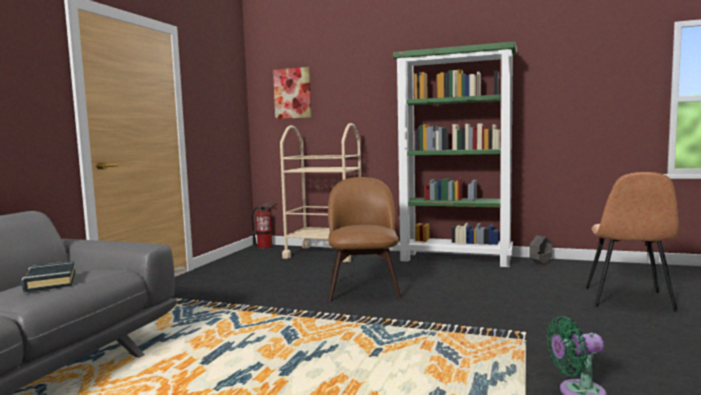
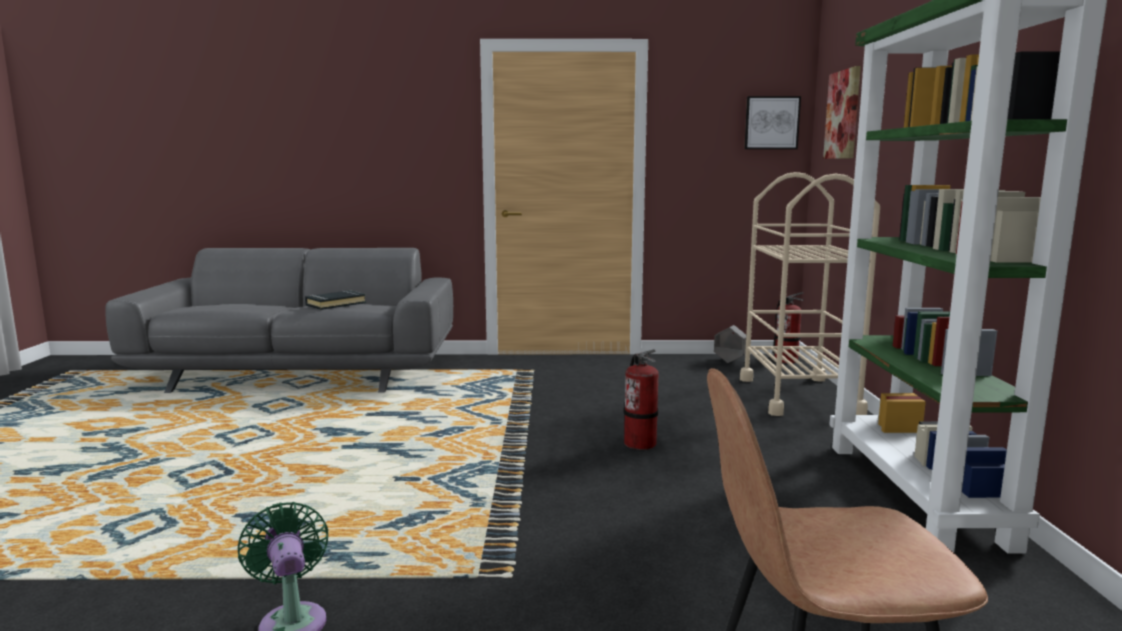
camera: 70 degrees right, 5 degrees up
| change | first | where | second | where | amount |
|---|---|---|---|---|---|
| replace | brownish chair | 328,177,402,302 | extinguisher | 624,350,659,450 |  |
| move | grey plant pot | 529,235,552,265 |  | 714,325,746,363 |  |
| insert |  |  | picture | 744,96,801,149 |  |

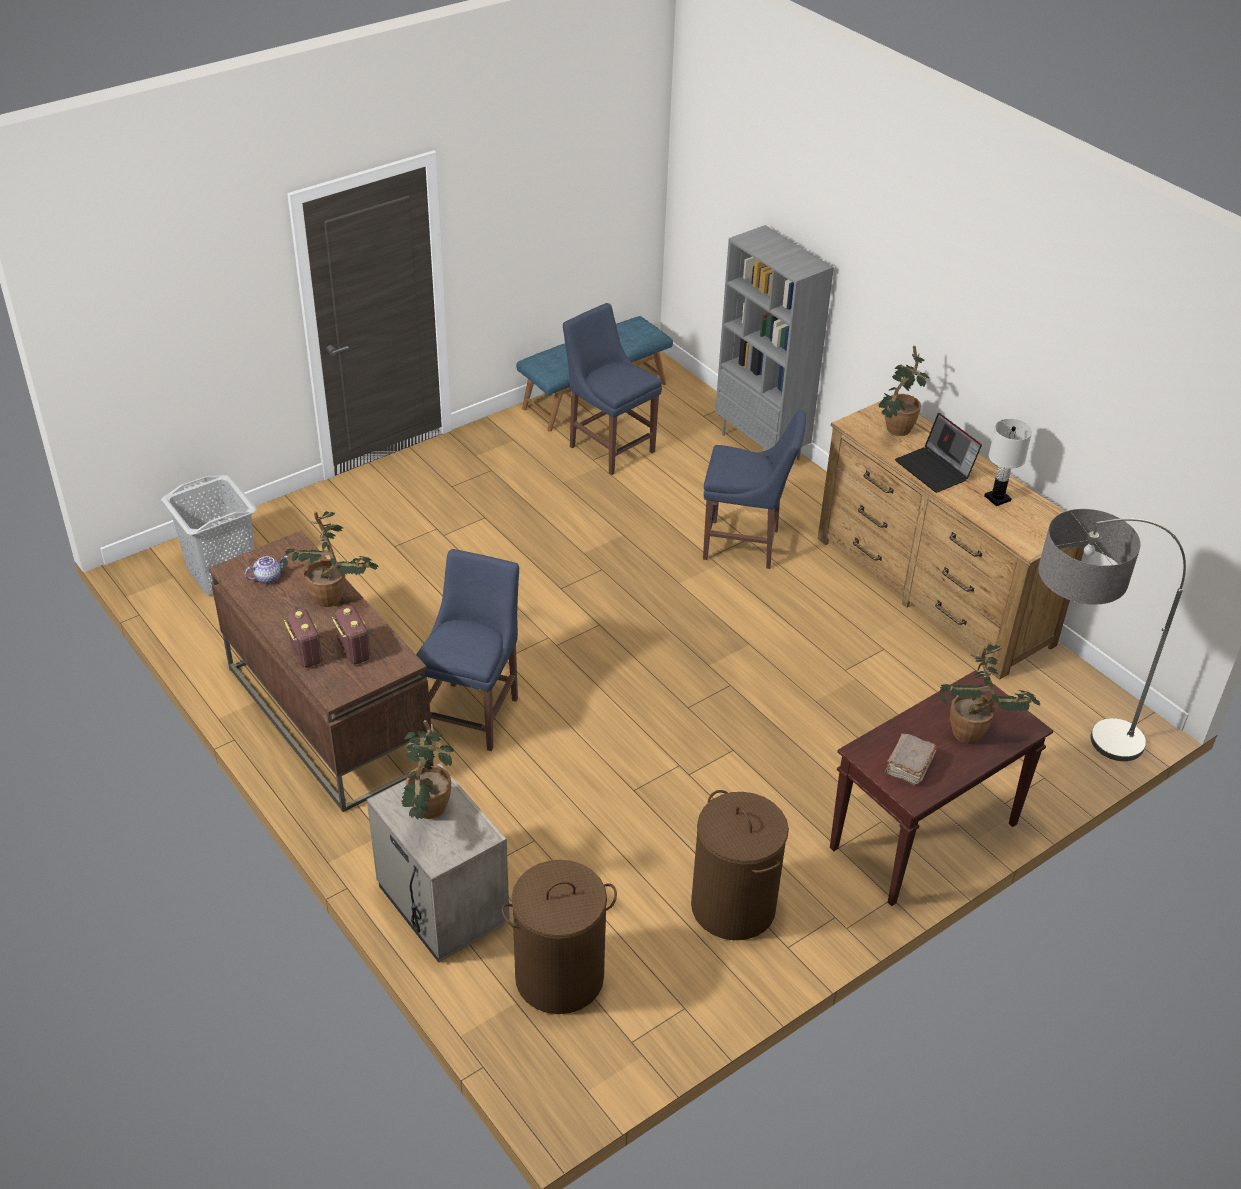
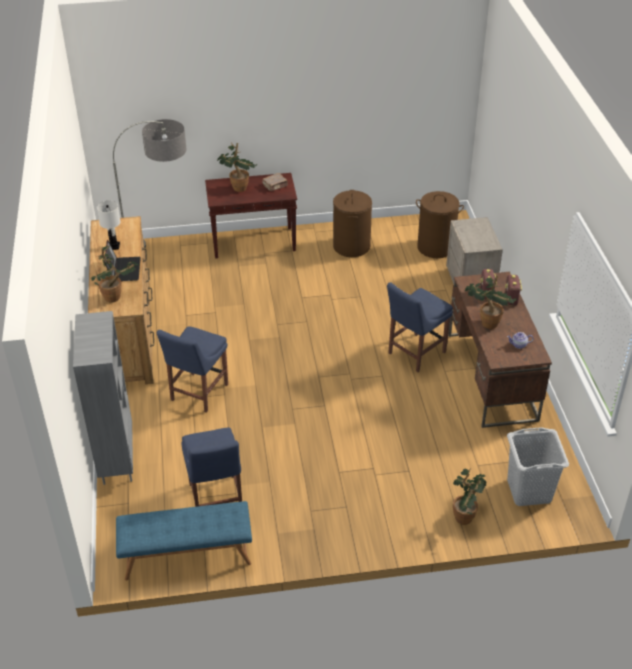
camera: 150 degrees left, 0 degrees up
| change | first | where | second | where | amount |
|---|---|---|---|---|---|
| rotate | bluish chair | 703,410,806,569 |  | 157,326,228,413 | 105 degrees counterclockwise |
| move | houseplant | 401,720,454,819 |  | 453,468,487,525 |  |

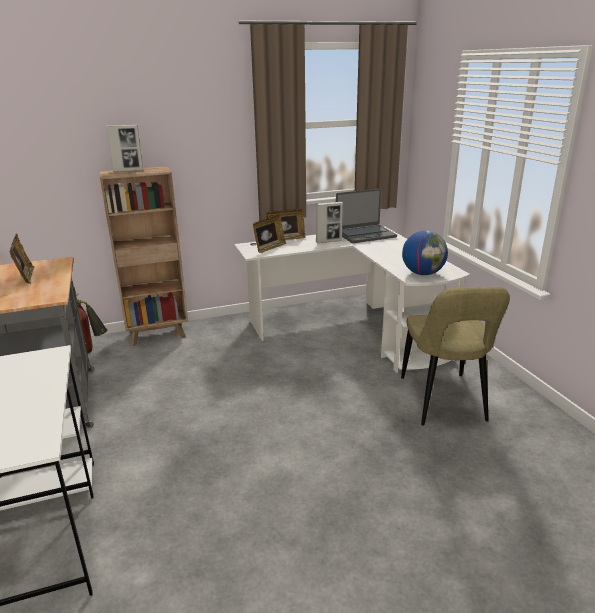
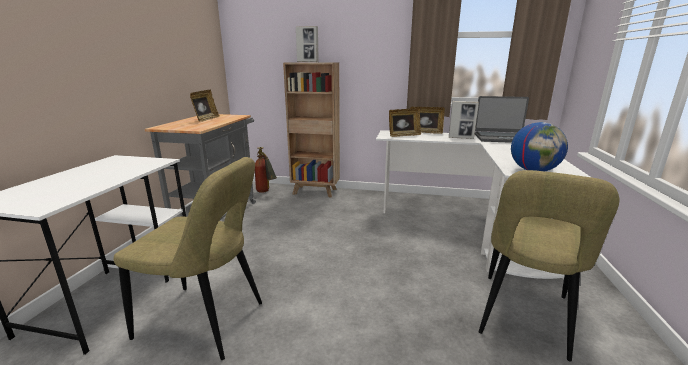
camera: 30 degrees right, 5 degrees down
| change | first | where | second | where | amount |
|---|---|---|---|---|---|
| insert |  |  | beige-coloured chair | 114,157,262,360 |  |

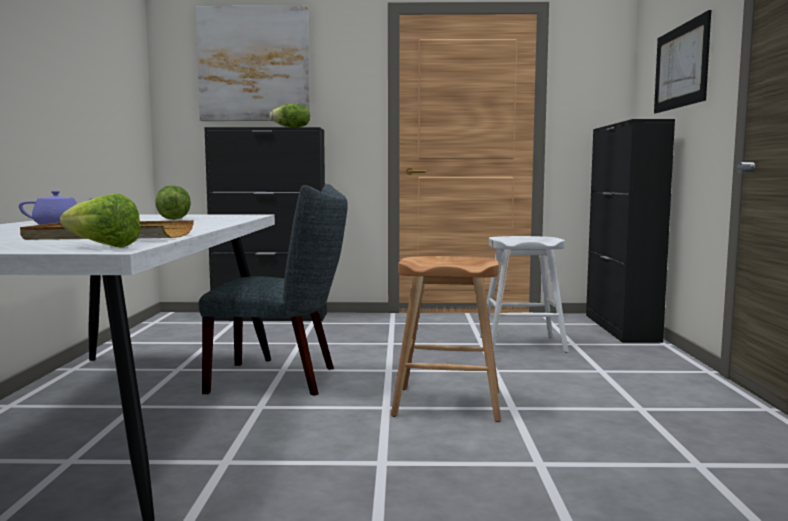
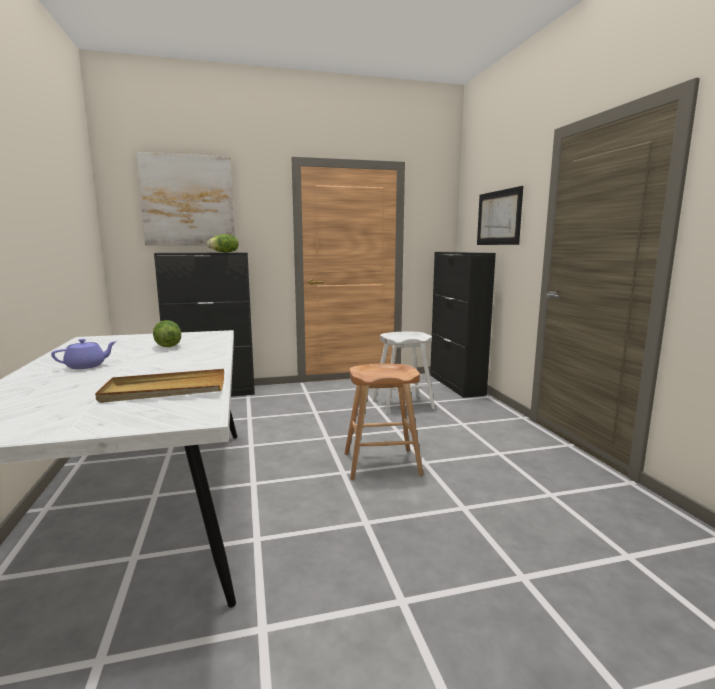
camera: 15 degrees left, 5 degrees up
| change | first | where | second | where | amount |
|---|---|---|---|---|---|
| delete | grey chair | 199,184,348,396 |  |  |  |
| delete | lettuce head | 60,194,141,248 |  |  |  |

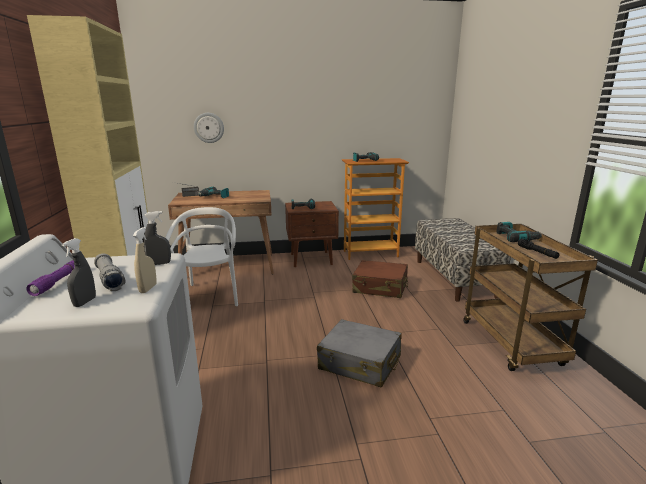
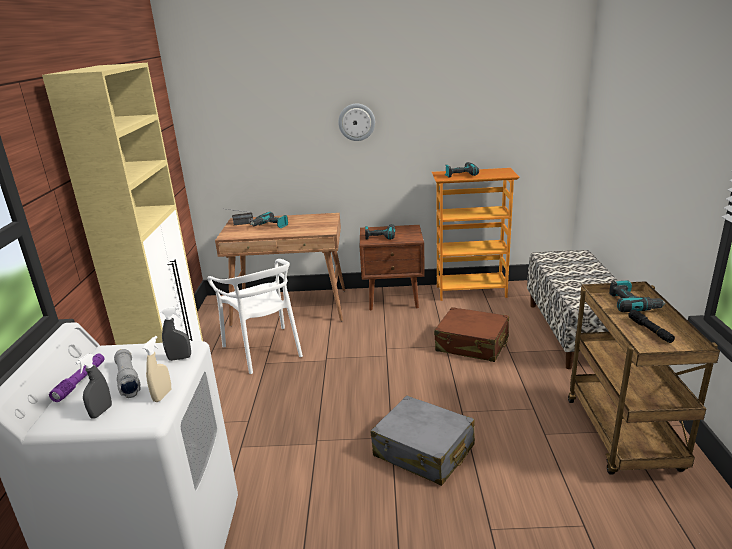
camera: 10 degrees right, 5 degrees up
| change | first | where | second | where | amount |
|---|---|---|---|---|---|
| move | hanging clock | 194,113,224,143 |  | 338,104,375,141 |  |
| rotate | white chair | 165,207,238,306 |  | 207,259,303,374 | 150 degrees clockwise |

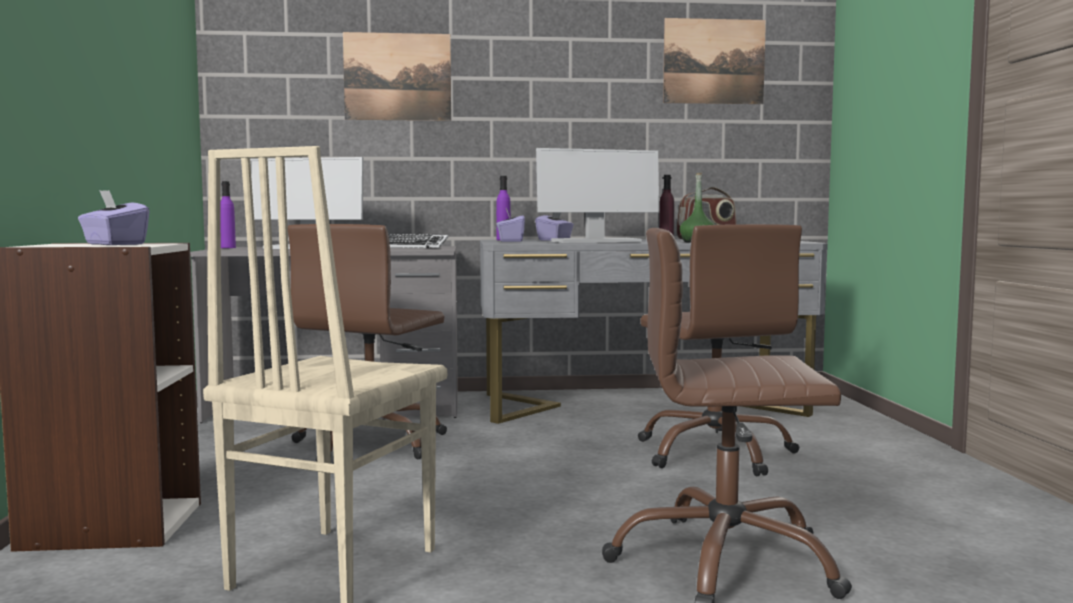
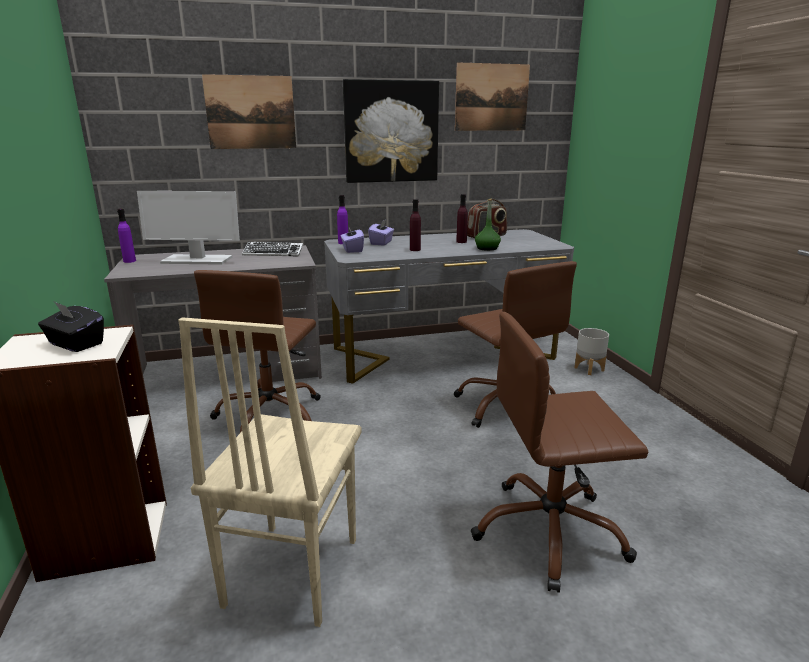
camera: 10 degrees left, 15 degrees up
| change | first | where | second | where | amount |
|---|---|---|---|---|---|
| replace | computer display | 536,148,659,243 | purple-coloured bottle | 410,199,421,251 |  |
| recolor | purple-coloured tissue box | 78,190,150,245 | blackish tissue box | 38,302,104,352 |  |
| insert |  |  | picture | 343,79,439,183 |  |
| insert |  |  | grey plant pot | 575,328,609,375 |  |

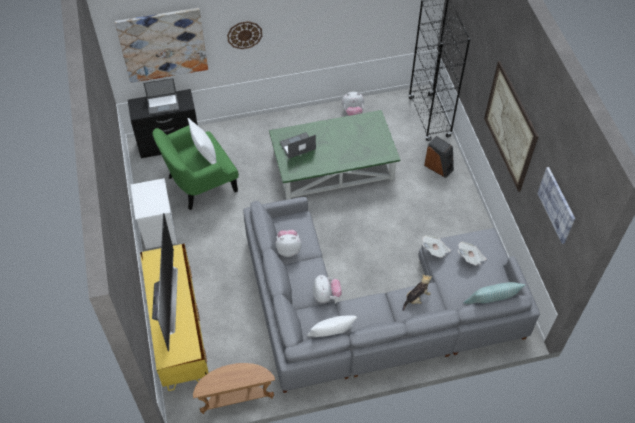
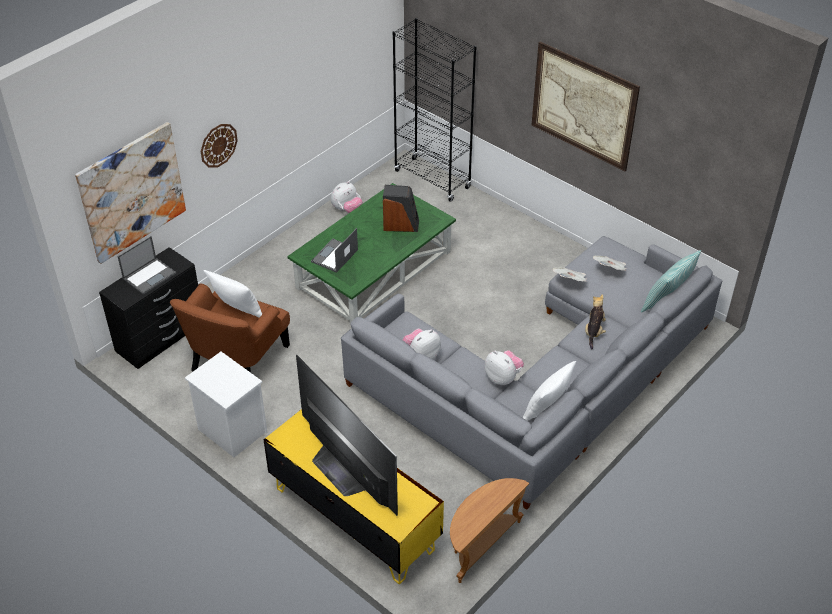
camera: 35 degrees left, 10 degrees down
| change | first | where | second | where | amount |
|---|---|---|---|---|---|
| recolor | green-coloured easy chair | 153,125,239,210 | brownish easy chair | 170,284,290,373 |  |
| move | audio speaker | 424,136,454,178 |  | 383,185,419,232 |  |
| delete | picture | 537,167,575,244 |  |  |  |

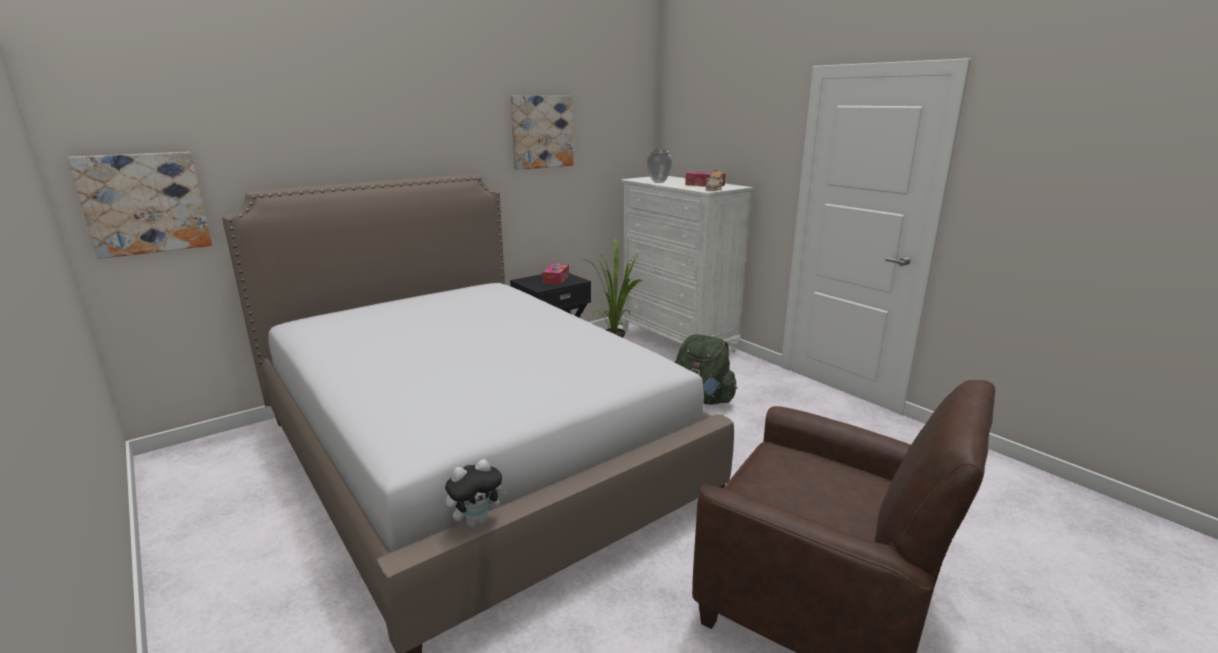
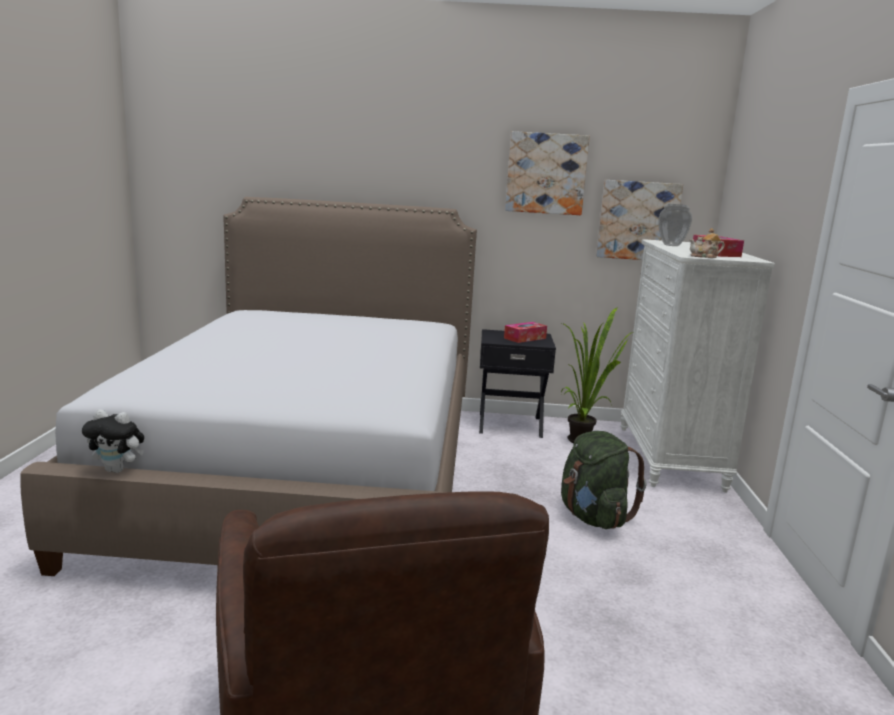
camera: 40 degrees right, 5 degrees down
| change | first | where | second | where | amount |
|---|---|---|---|---|---|
| move | picture | 68,152,212,259 |  | 596,180,683,260 |  |

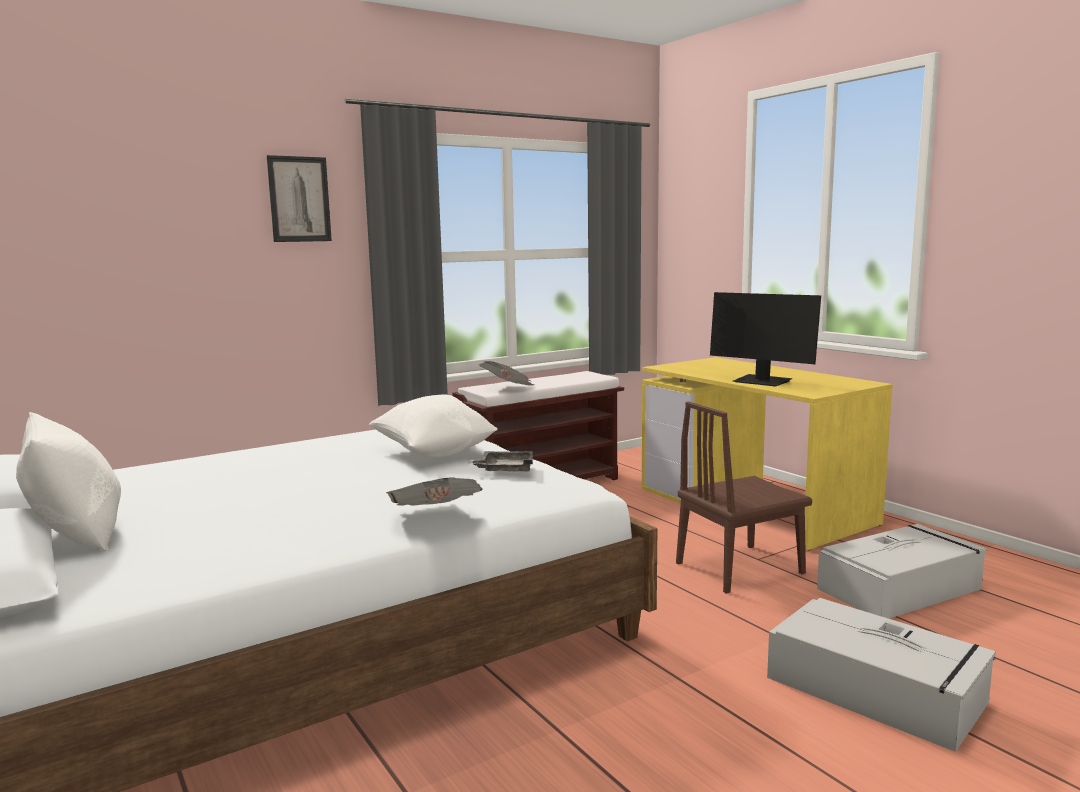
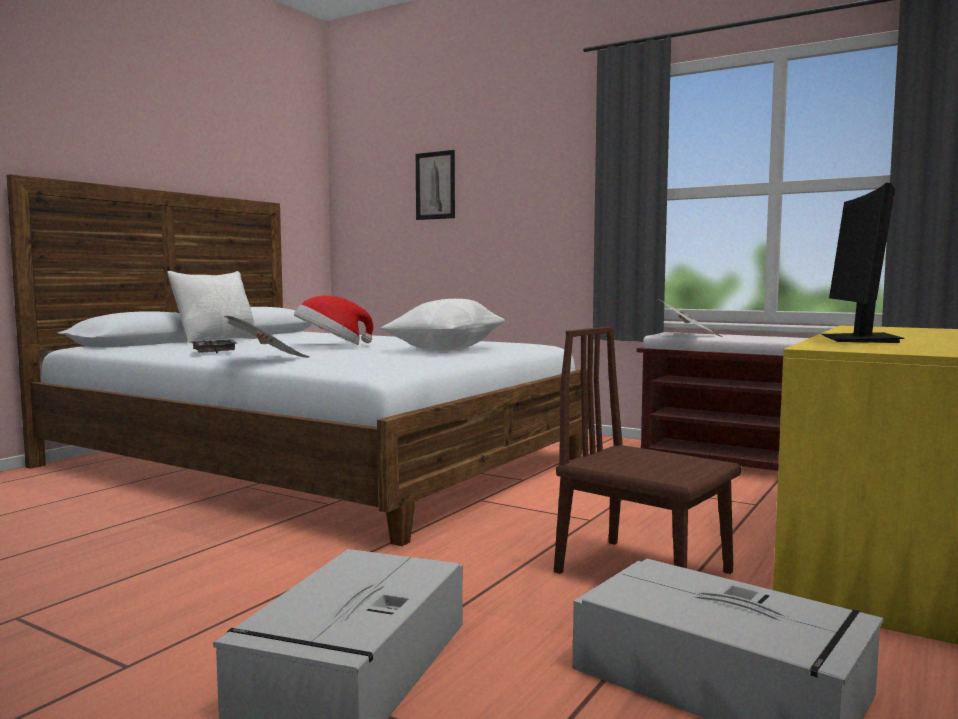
camera: 65 degrees right, 5 degrees down
| change | first | where | second | where | amount |
|---|---|---|---|---|---|
| move | picture | 267,155,332,242 |  | 416,150,455,220 |  |
| move | grey tray | 469,451,533,471 |  | 191,339,238,353 |  |
| insert |  |  | wearable hat | 294,295,373,345 |  |

